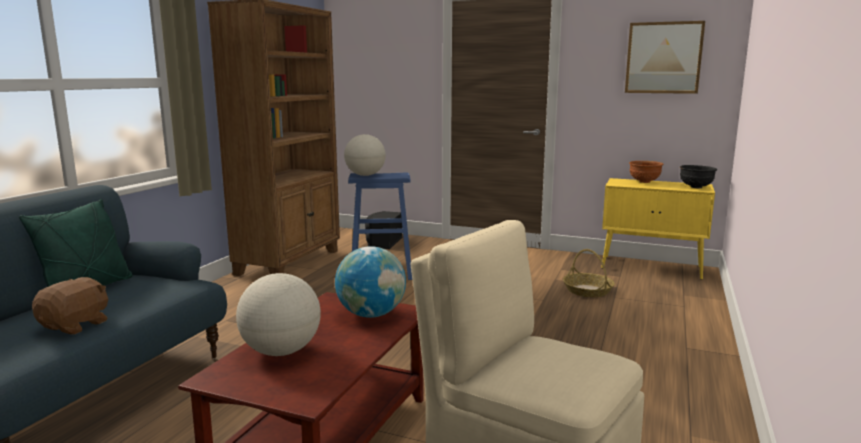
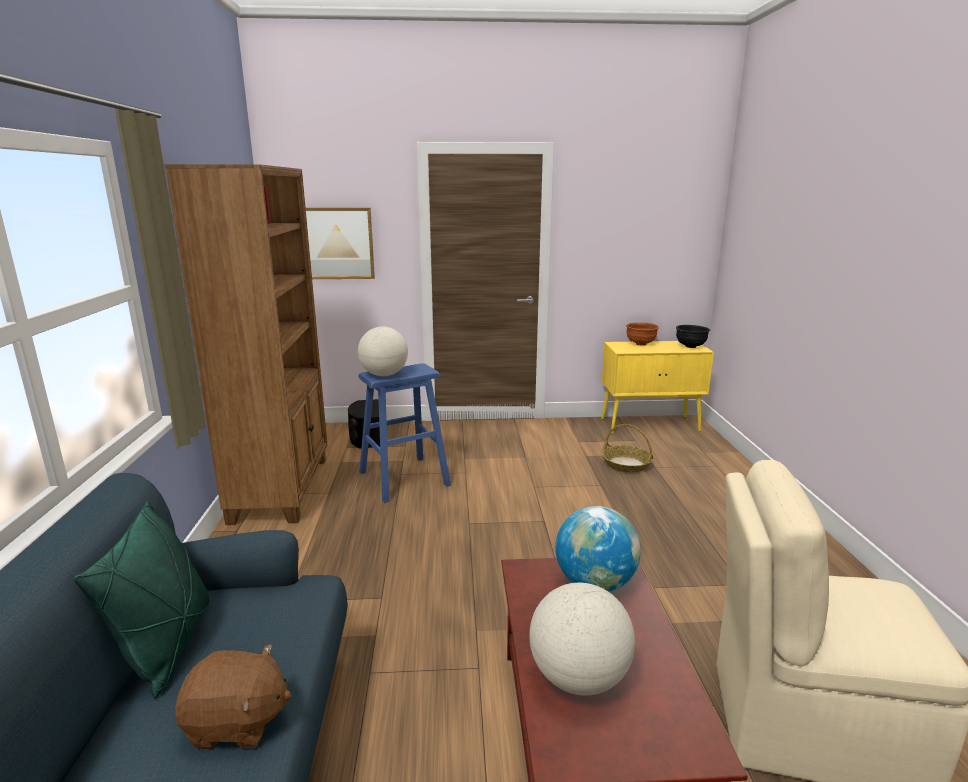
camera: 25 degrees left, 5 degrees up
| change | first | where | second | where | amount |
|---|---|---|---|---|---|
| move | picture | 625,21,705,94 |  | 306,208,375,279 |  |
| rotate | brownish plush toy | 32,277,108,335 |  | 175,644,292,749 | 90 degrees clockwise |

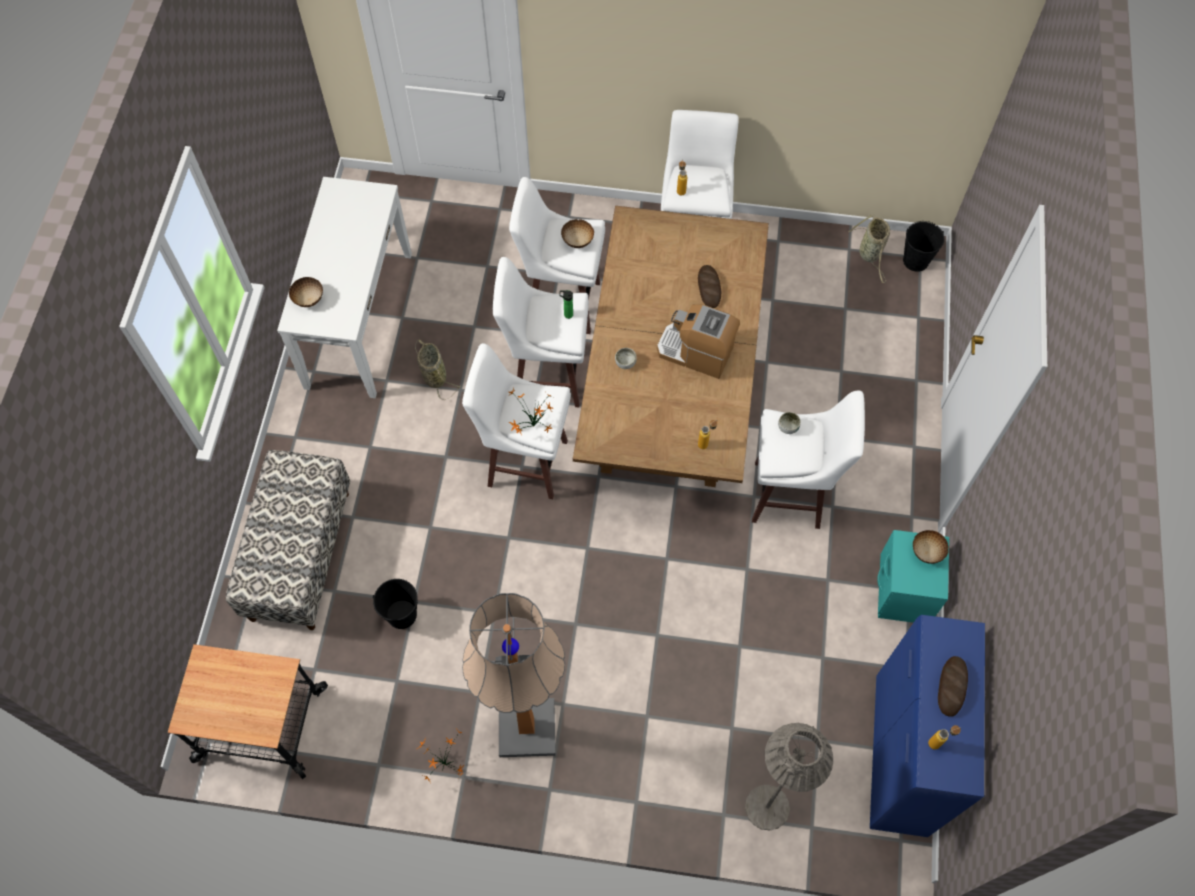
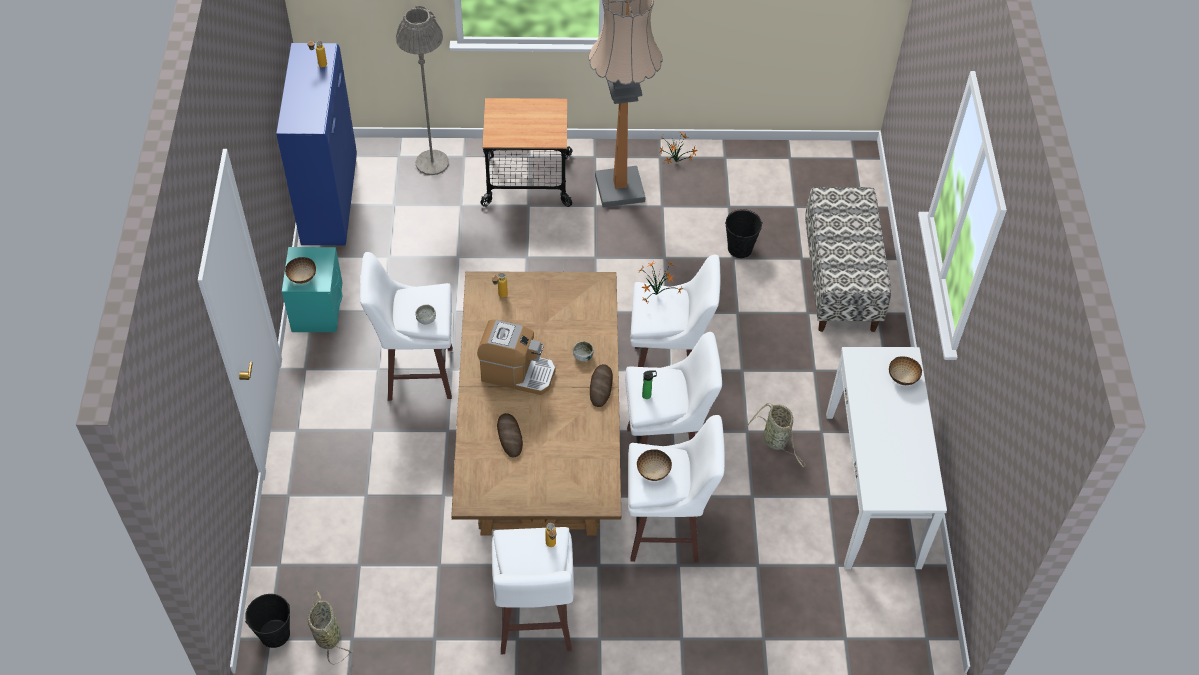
camera: 170 degrees right, 10 degrees down
| change | first | where | second | where | amount |
|---|---|---|---|---|---|
| move | wheeled cart | 167,644,328,779 |  | 481,98,573,207 |  |
| move | baked bread | 938,656,968,717 |  | 590,364,613,407 |  |

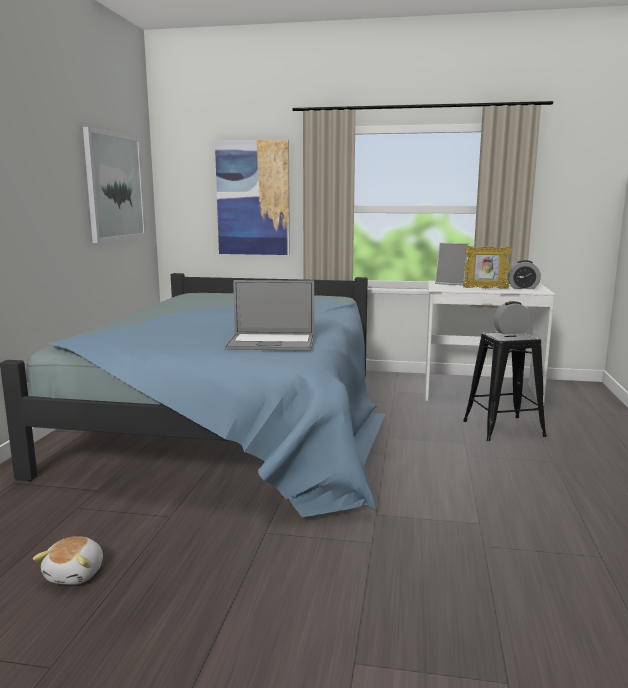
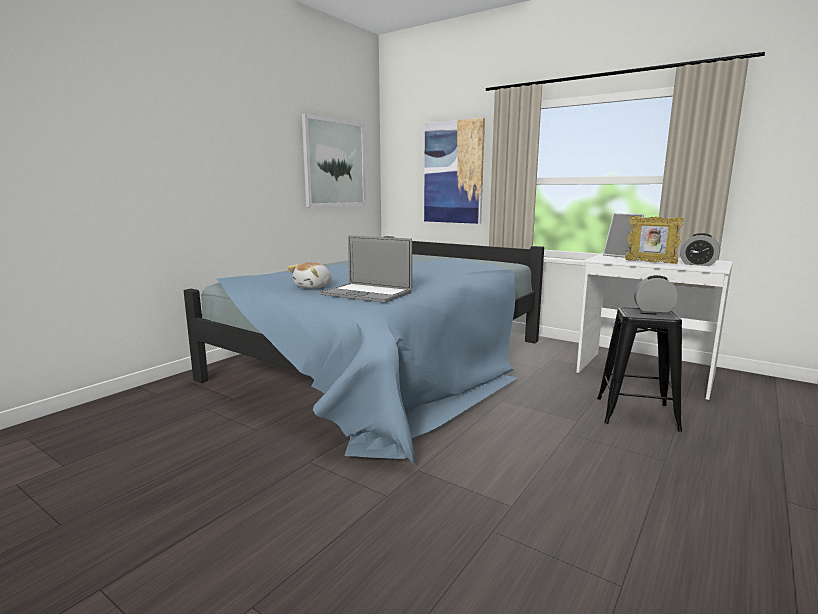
camera: 25 degrees right, 0 degrees up
| change | first | where | second | where | amount |
|---|---|---|---|---|---|
| move | plush toy | 33,536,103,585 |  | 288,262,332,289 |  |

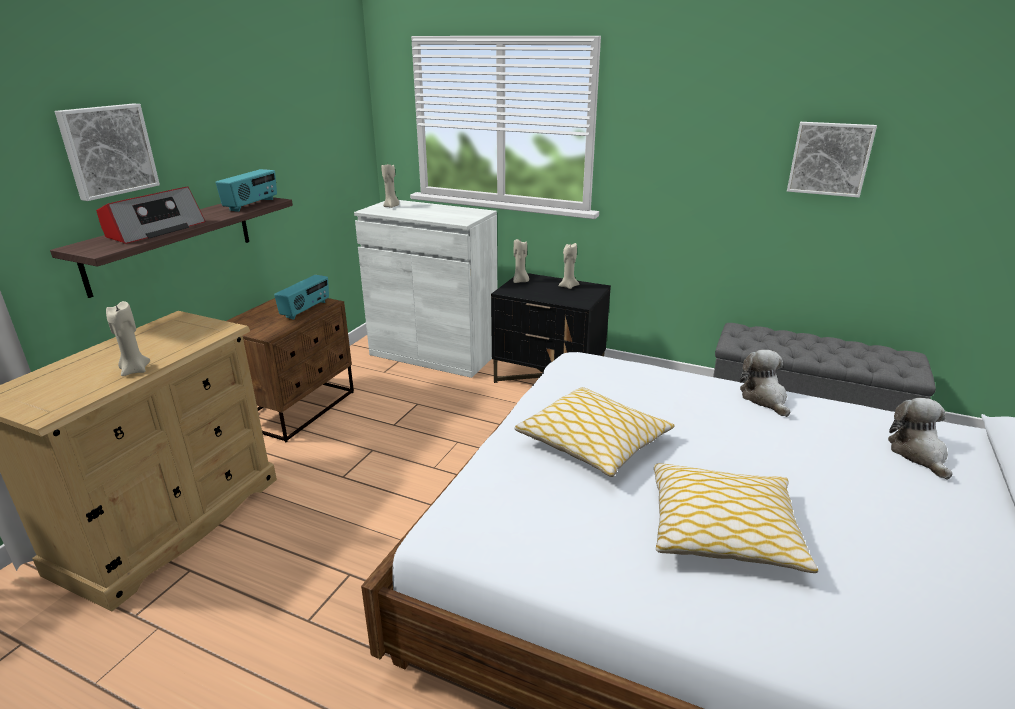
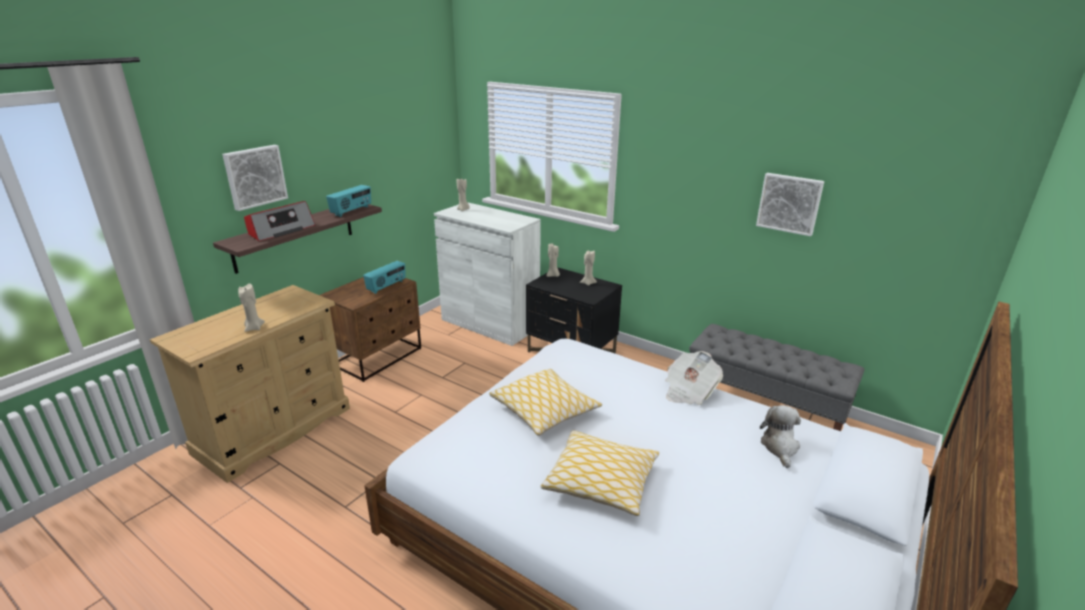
camera: 10 degrees right, 0 degrees up
| change | first | where | second | where | amount |
|---|---|---|---|---|---|
| replace | plush toy | 740,350,791,417 | printed paper | 665,351,723,405 |  |

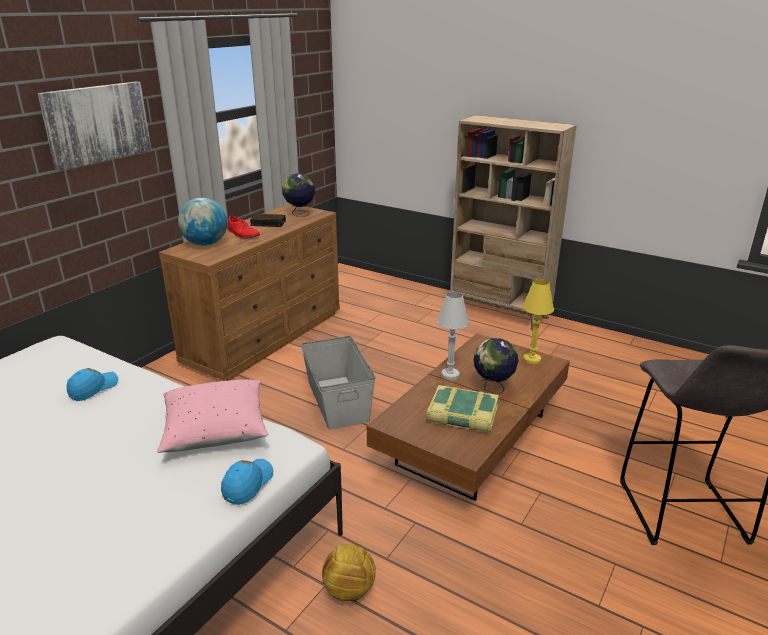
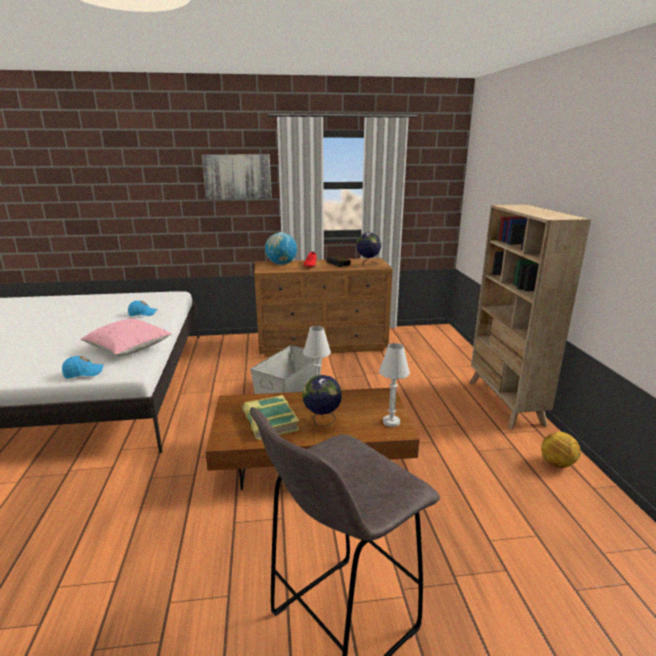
camera: 50 degrees right, 5 degrees down
| change | first | where | second | where | amount |
|---|---|---|---|---|---|
| recolor | yellow lamp for a table | 522,279,554,364 | white lamp for a table | 379,343,410,427 |  |
| move | football ball | 322,544,376,601 |  | 541,432,581,468 |  |

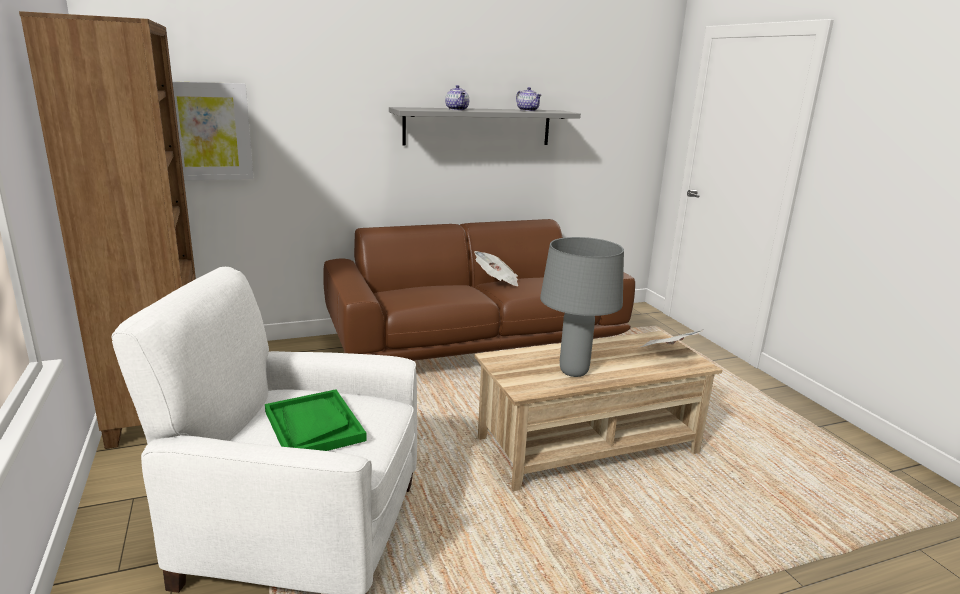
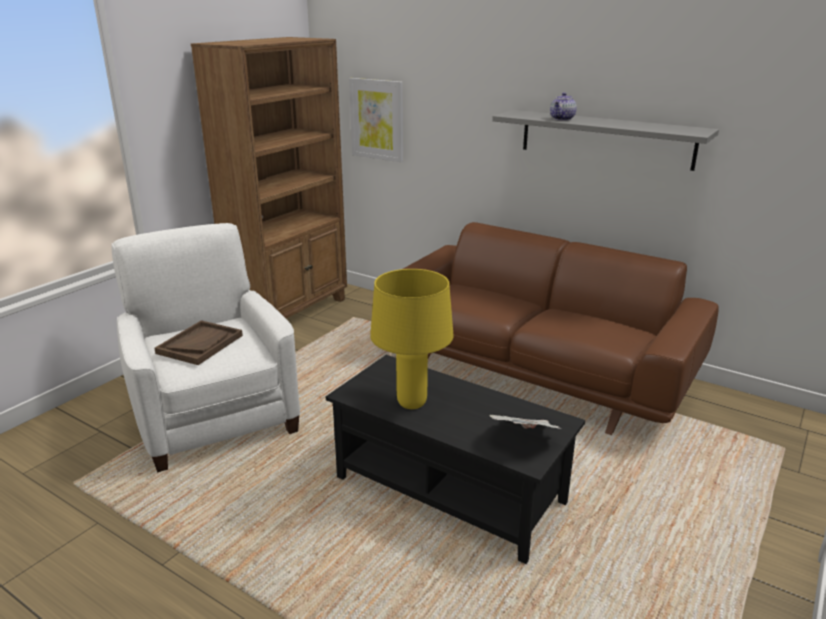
camera: 55 degrees right, 5 degrees up
| change | first | where | second | where | amount |
|---|---|---|---|---|---|
| delete | tea pot | 516,87,542,111 |  |  |  |
| recolor | grey lamp for a table | 540,237,624,377 | yellow lamp for a table | 370,269,453,409 |  |
| delete | printed paper | 474,251,518,286 |  |  |  |
| recolor | beige-coloured lounge table | 475,331,722,491 | blackish lounge table | 326,355,585,564 |  |
| recolor | green-coloured tray | 265,389,367,451 | brownish tray | 154,320,243,365 |  |

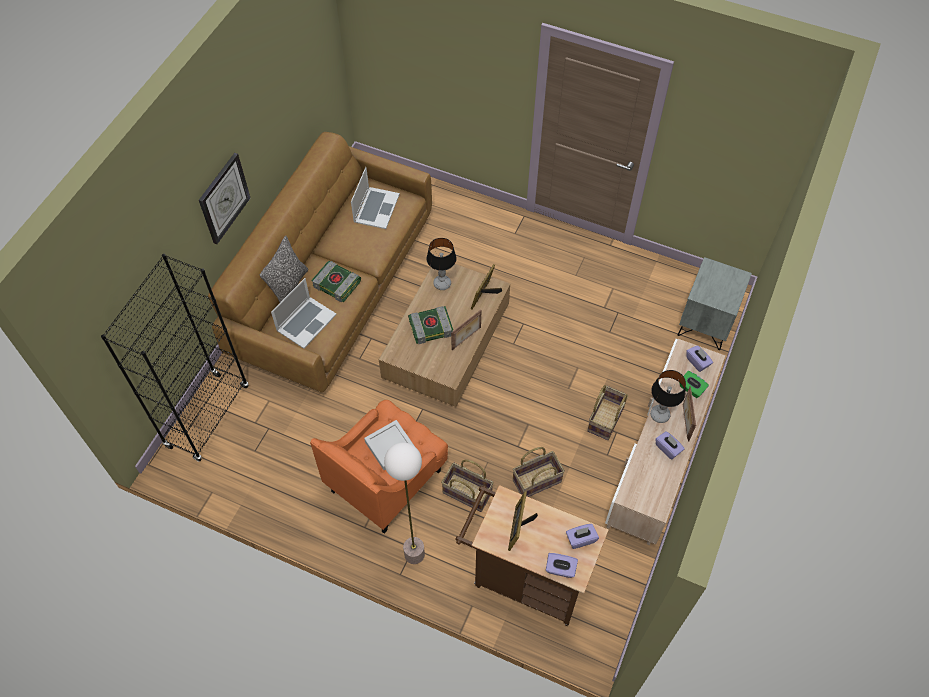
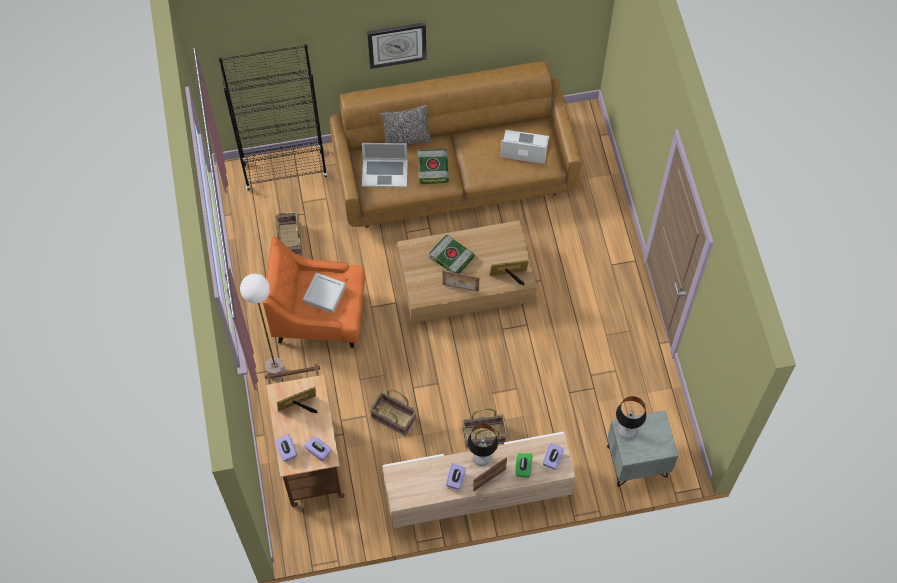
camera: 55 degrees right, 5 degrees up
| change | first | where | second | where | amount |
|---|---|---|---|---|---|
| rotate | laptop | 351,167,400,229 |  | 501,130,549,164 | 150 degrees counterclockwise |
| move | lamp for a table | 426,238,457,290 |  | 616,396,647,439 |  |
| move | basket | 441,459,494,512 |  | 275,212,302,256 |  |

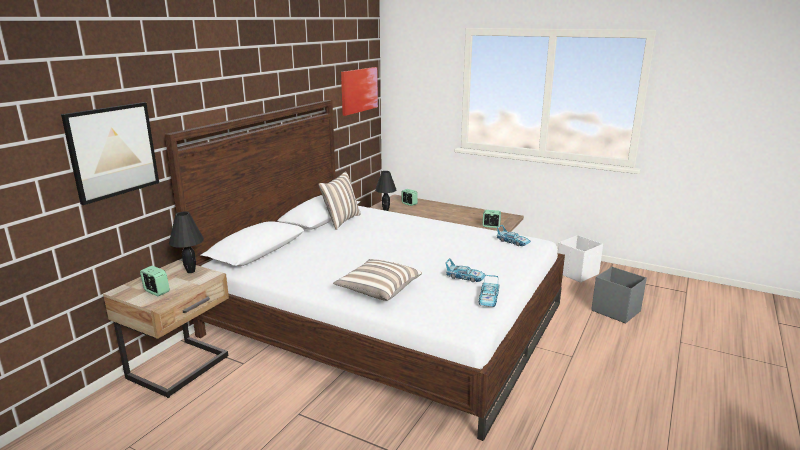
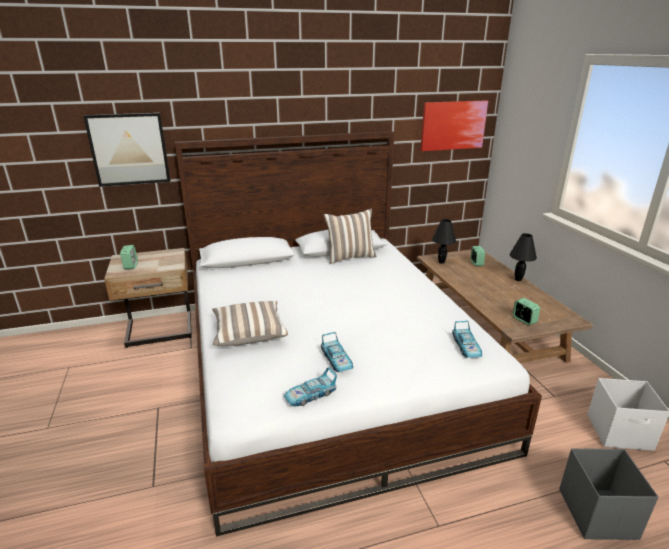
camera: 45 degrees right, 5 degrees up
| change | first | where | second | where | amount |
|---|---|---|---|---|---|
| move | blackish lamp for a table | 169,212,204,273 |  | 509,233,537,281 |  |

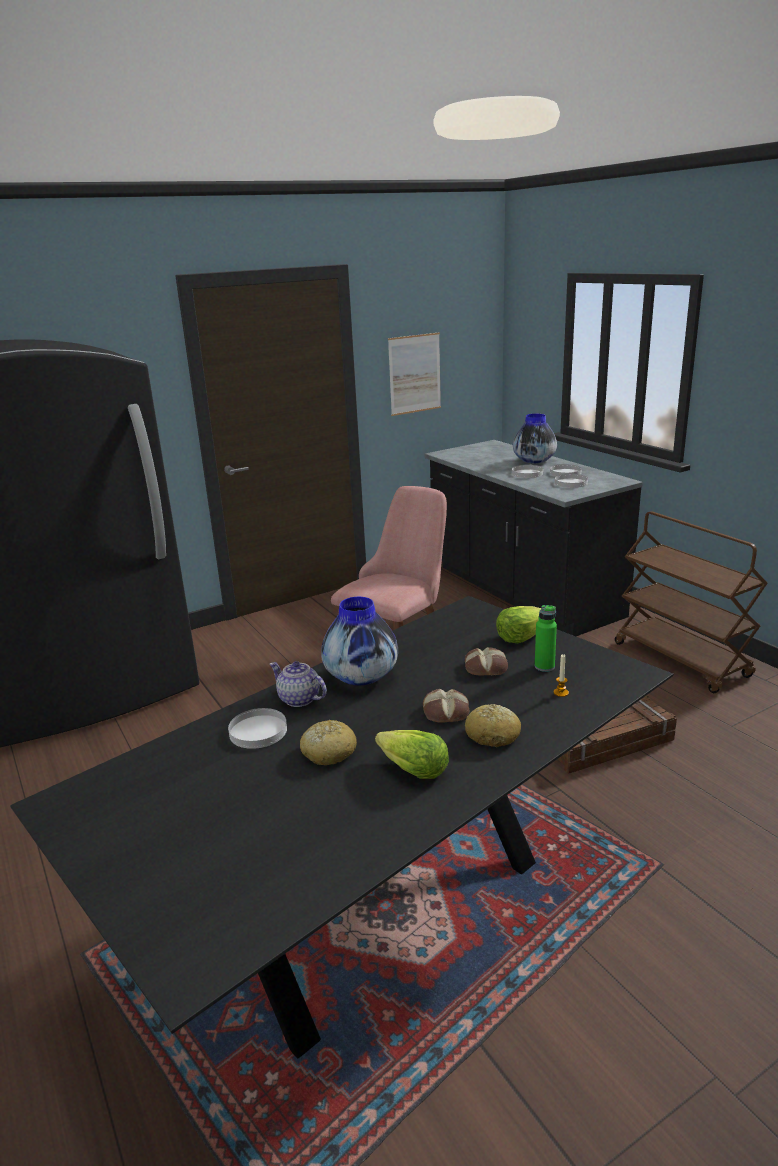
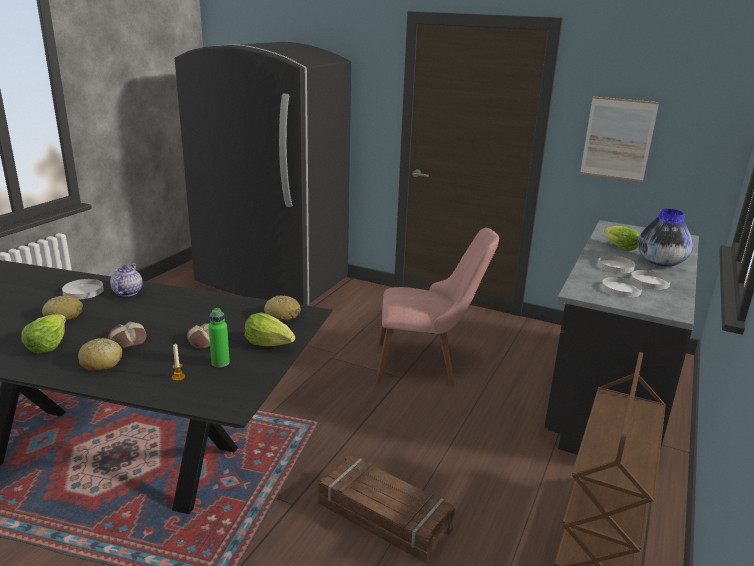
camera: 55 degrees right, 0 degrees up
| change | first | where | second | where | amount |
|---|---|---|---|---|---|
| delete | flower vase | 321,597,398,685 |  |  |  |
| insert |  |  | lettuce head | 605,226,640,251 |  |
| insert |  |  | baked bread | 264,296,301,321 |  |

